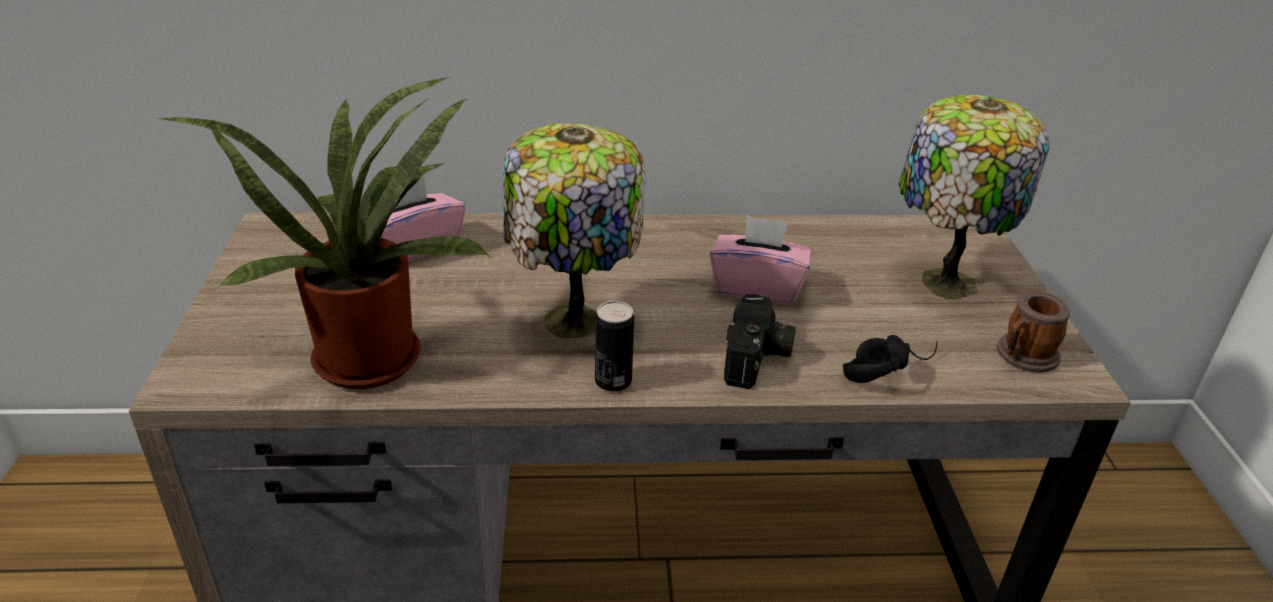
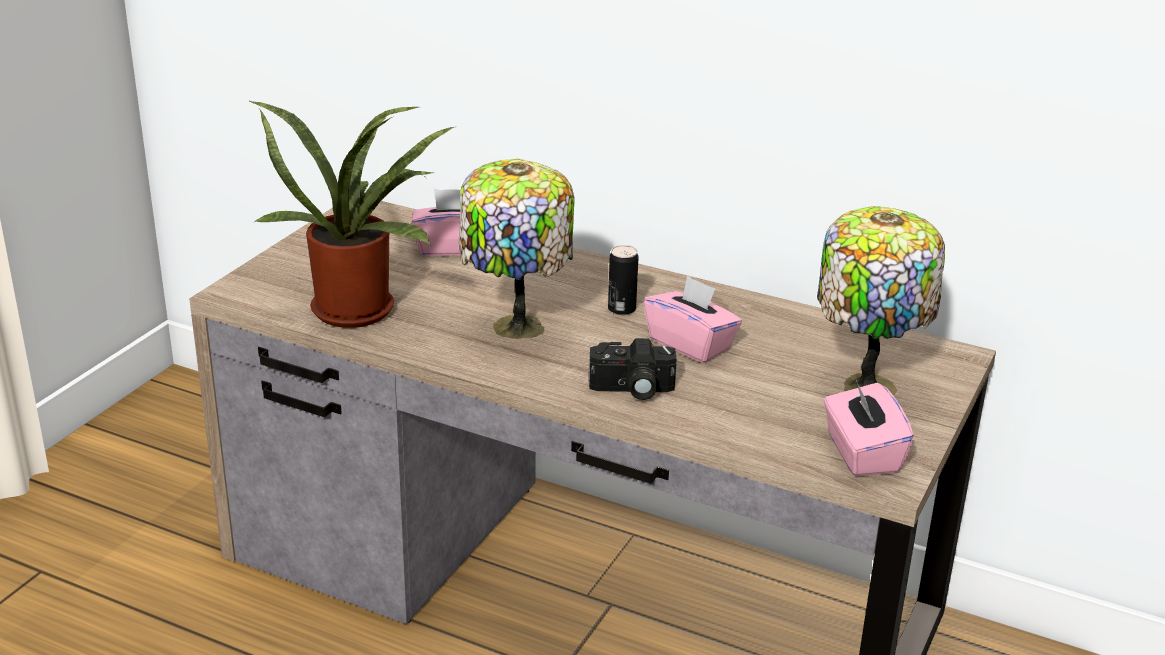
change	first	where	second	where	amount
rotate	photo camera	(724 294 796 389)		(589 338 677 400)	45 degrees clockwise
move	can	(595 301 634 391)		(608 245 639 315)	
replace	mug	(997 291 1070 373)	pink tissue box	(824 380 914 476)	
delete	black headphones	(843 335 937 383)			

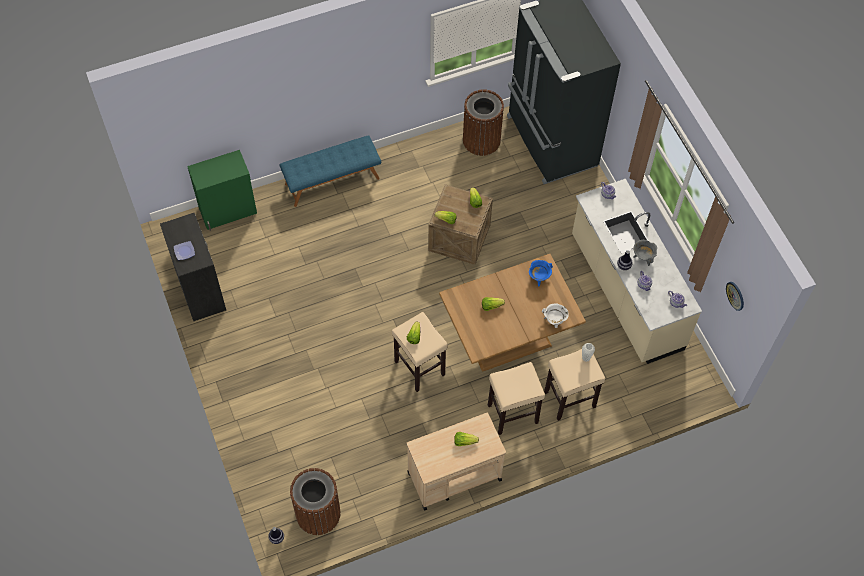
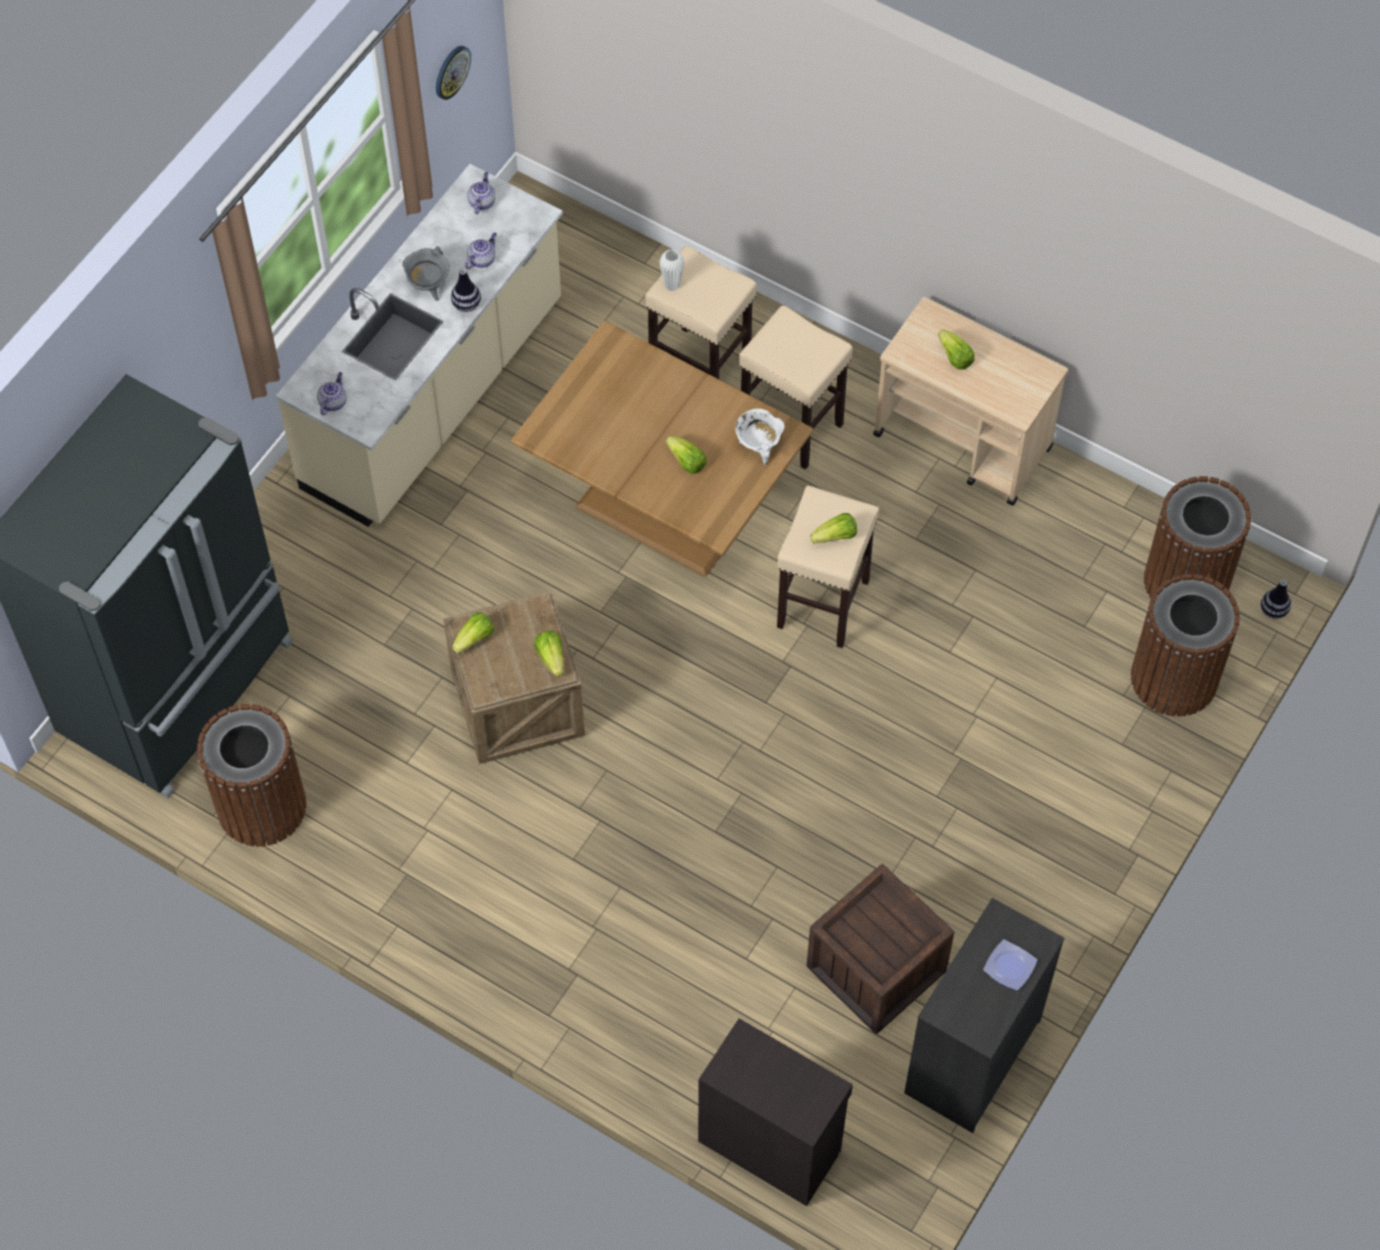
change	first	where	second	where	amount
recolor	green cabinet	(187 150 257 231)	black cabinet	(698 1018 853 1206)	
move	white cooking pot	(542 304 569 328)		(735 408 785 465)	
insert			crate	(806 864 954 1034)	
insert			brown trash can	(1131 574 1240 717)	
delete	blue bench	(280 135 381 207)			
delete	blue cooking pot	(529 260 553 286)			

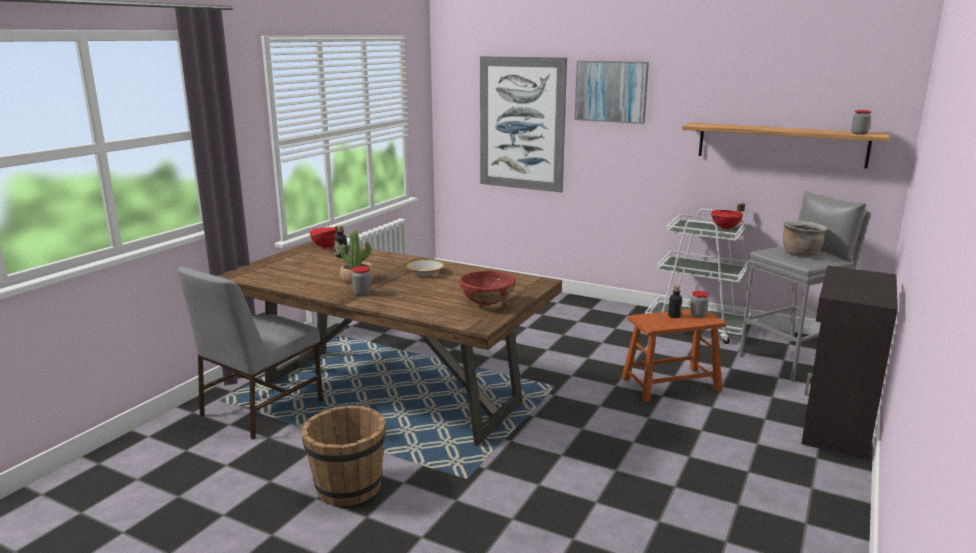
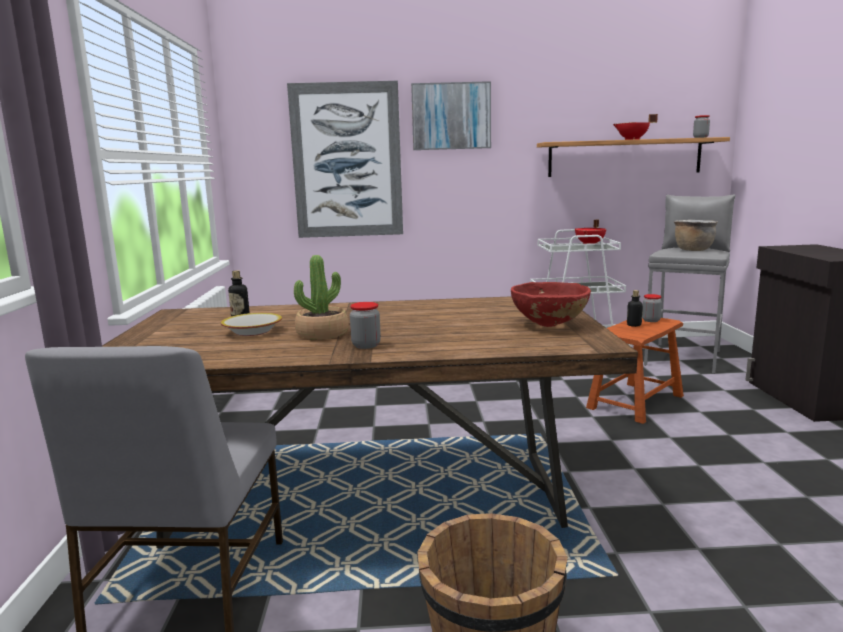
change	first	where	second	where	amount
move	bowl	(407 260 445 276)		(221 313 282 336)	
move	red cooking pot	(310 226 344 249)		(613 114 658 140)	

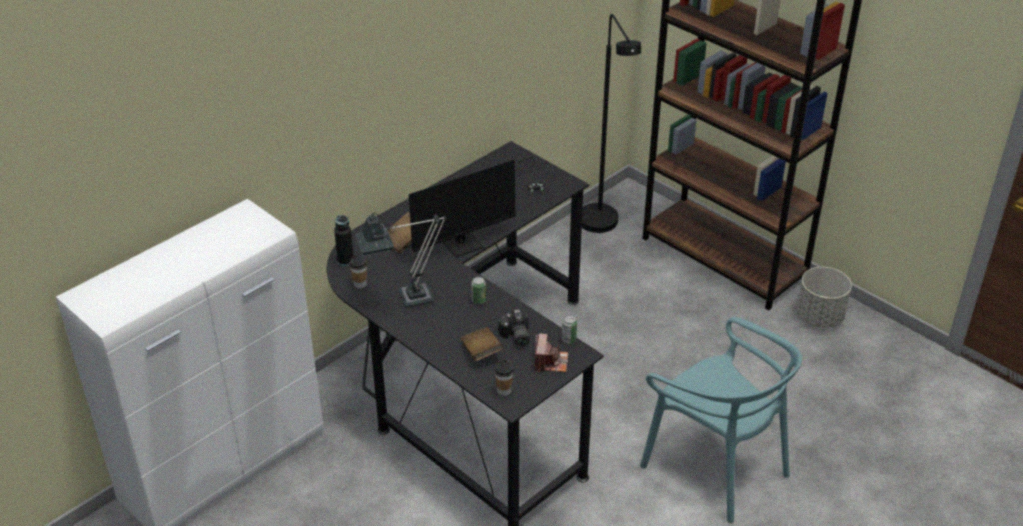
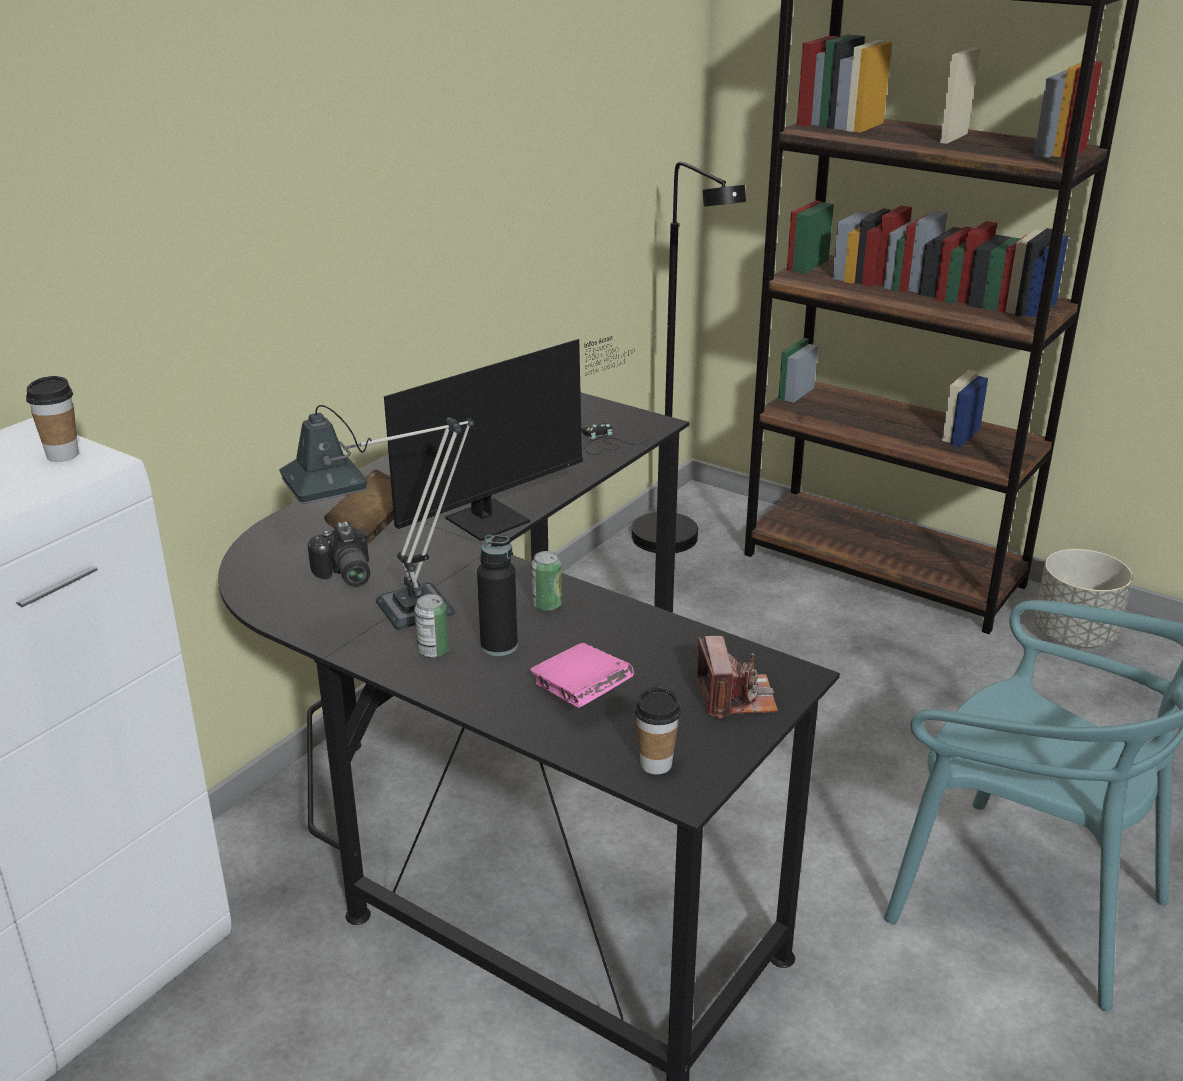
change	first	where	second	where	amount
move	cup	(349 255 367 288)		(26 376 79 462)	
move	photo camera	(498 309 530 347)		(308 521 370 587)	
move	can	(562 315 577 344)		(414 594 449 658)	
move	black bottle	(334 215 354 266)		(477 535 518 656)	
recolor	brown book	(460 327 503 361)	pink book	(530 643 634 708)	

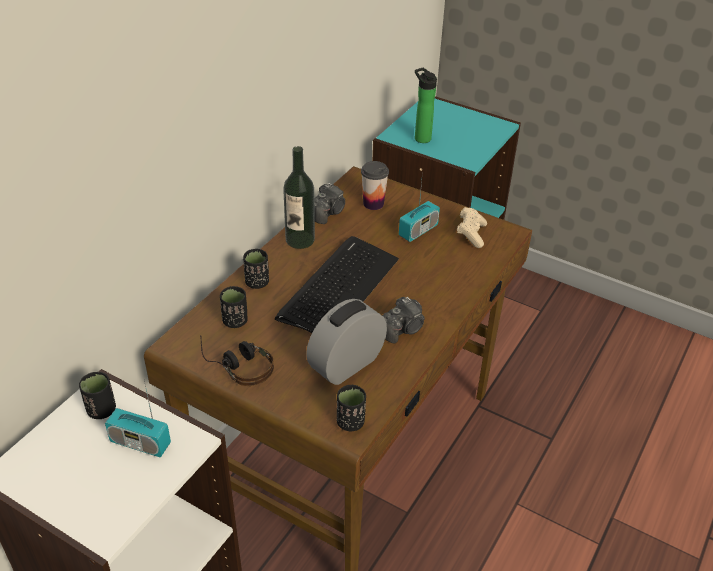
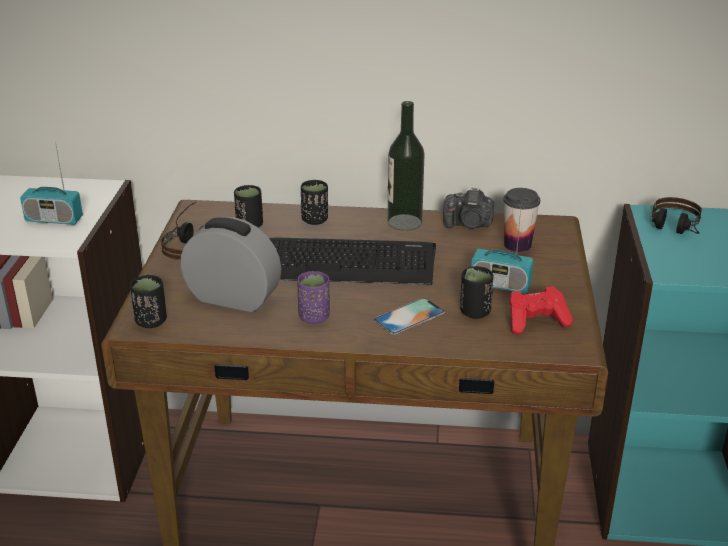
change	first	where	second	where	amount
rotate	radio	(105 381 171 457)		(20 146 83 225)	75 degrees counterclockwise
replace	photo camera	(382 297 425 343)	purple cup	(297 271 330 324)	
insert			phone	(374 298 445 335)	
move	black cup	(79 372 116 419)		(460 266 494 319)	
recolor	beige game controller	(457 207 487 248)	red game controller	(509 286 573 334)	
replace	bottle	(415 68 437 143)	headphones	(650 197 702 234)	

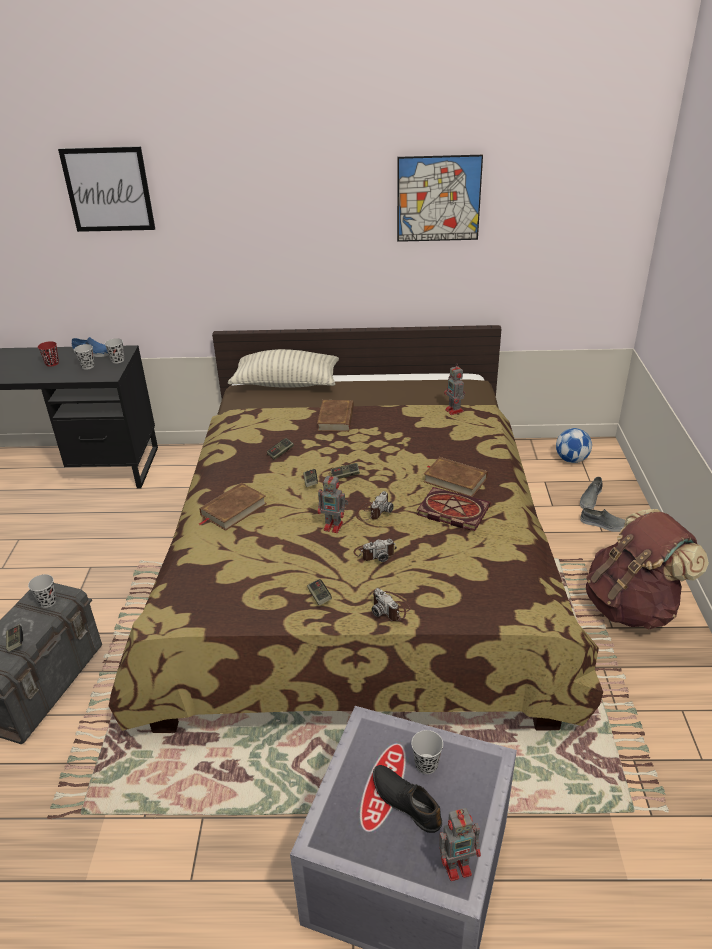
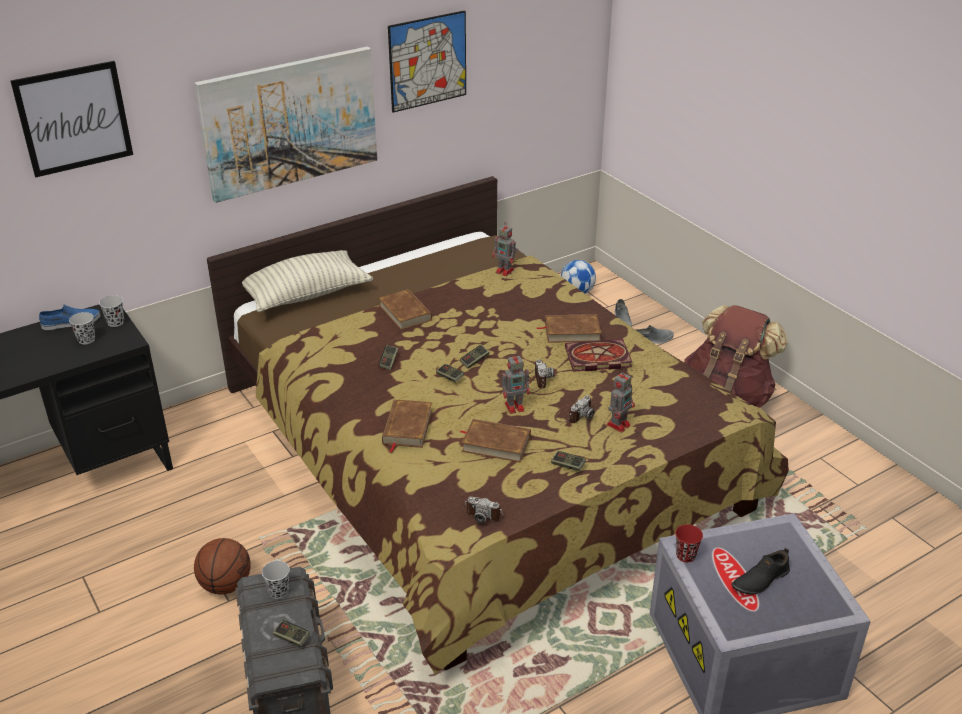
change	first	where	second	where	amount
insert			picture	(194 47 377 203)	
insert			basketball	(194 538 251 594)	
insert			brown book	(460 419 531 462)	
move	photo camera	(372 588 411 621)		(463 496 504 523)	
move	toy robot	(439 808 481 881)		(607 370 635 433)	
move	red cup	(38 341 59 367)		(675 525 703 562)	
rotate	black shoe	(373 765 442 833)		(731 548 790 595)	45 degrees counterclockwise
delete	black cup	(411 730 443 774)			

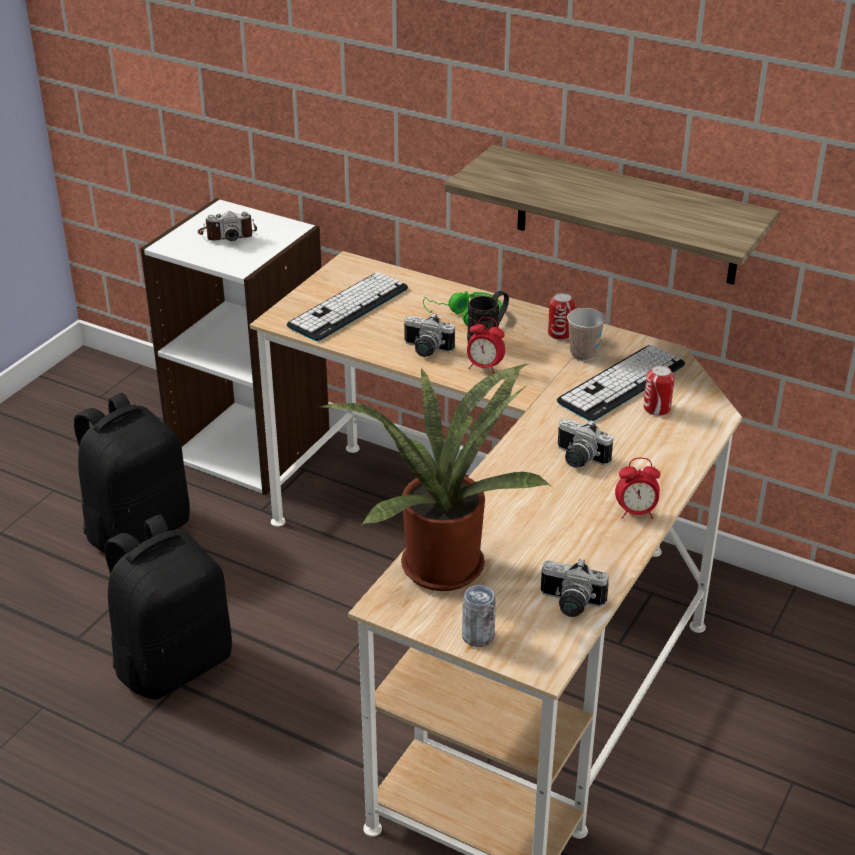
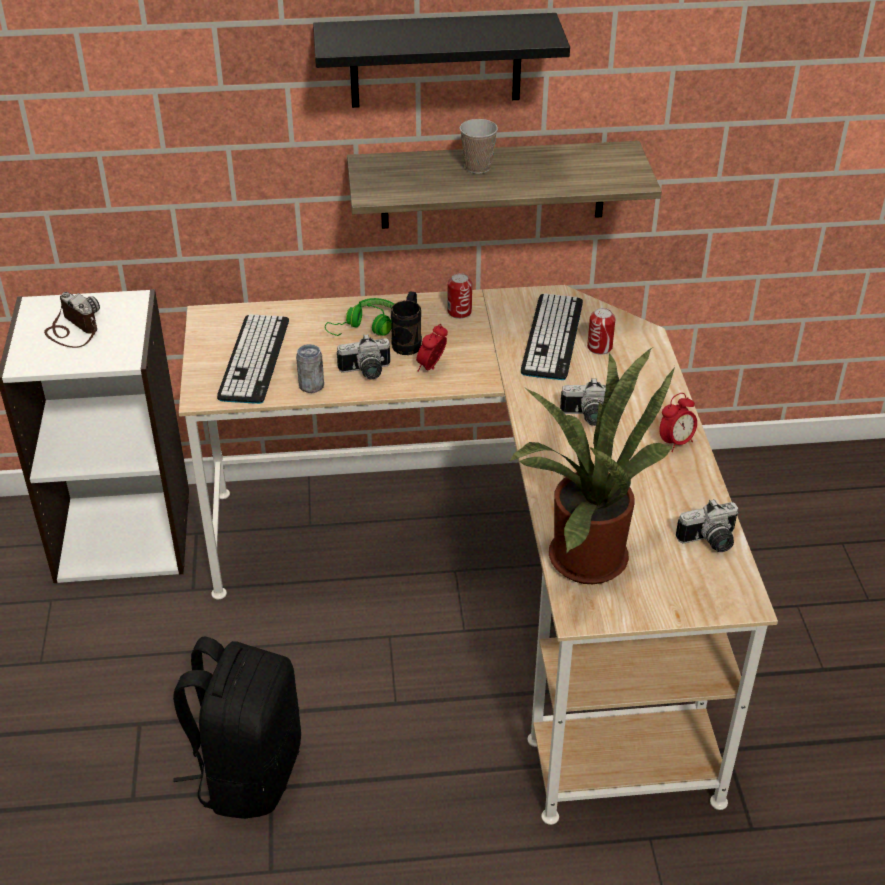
change	first	where	second	where	amount
rotate	photo camera	(198 211 257 241)		(44 292 100 348)	90 degrees counterclockwise
move	can	(462 585 496 647)		(296 344 324 393)	
insert			black shelf	(313 13 570 108)	
rotate	alarm clock	(467 317 505 374)		(416 324 448 372)	135 degrees clockwise
move	cup	(567 308 605 361)		(460 119 498 174)	
delete	black backpack	(74 393 190 555)			

